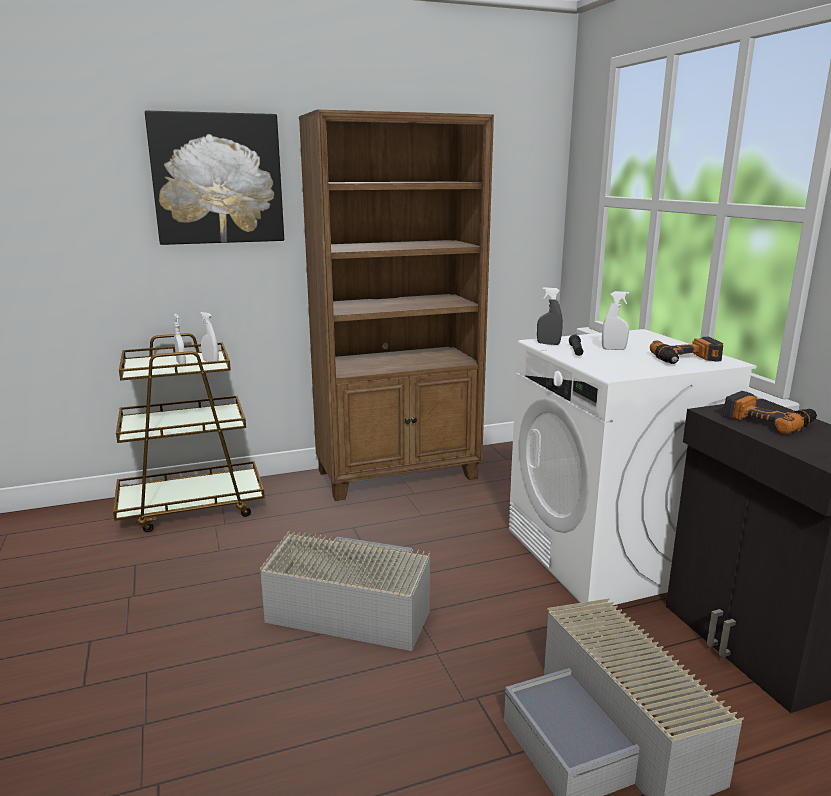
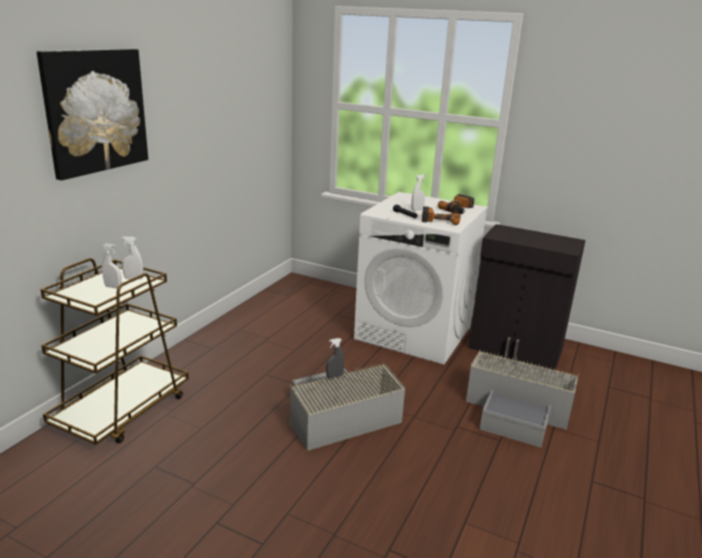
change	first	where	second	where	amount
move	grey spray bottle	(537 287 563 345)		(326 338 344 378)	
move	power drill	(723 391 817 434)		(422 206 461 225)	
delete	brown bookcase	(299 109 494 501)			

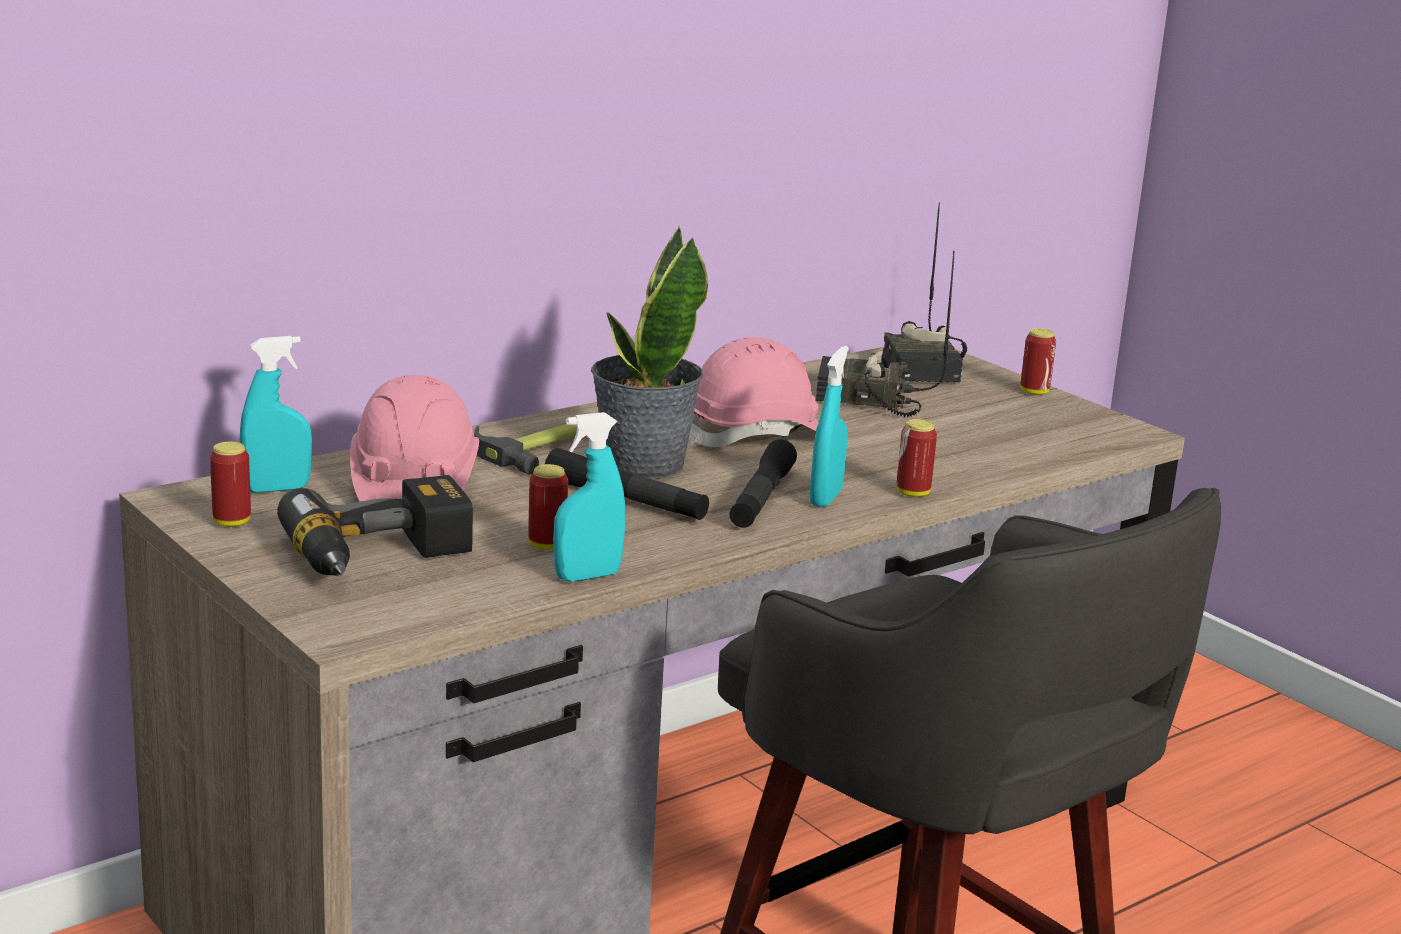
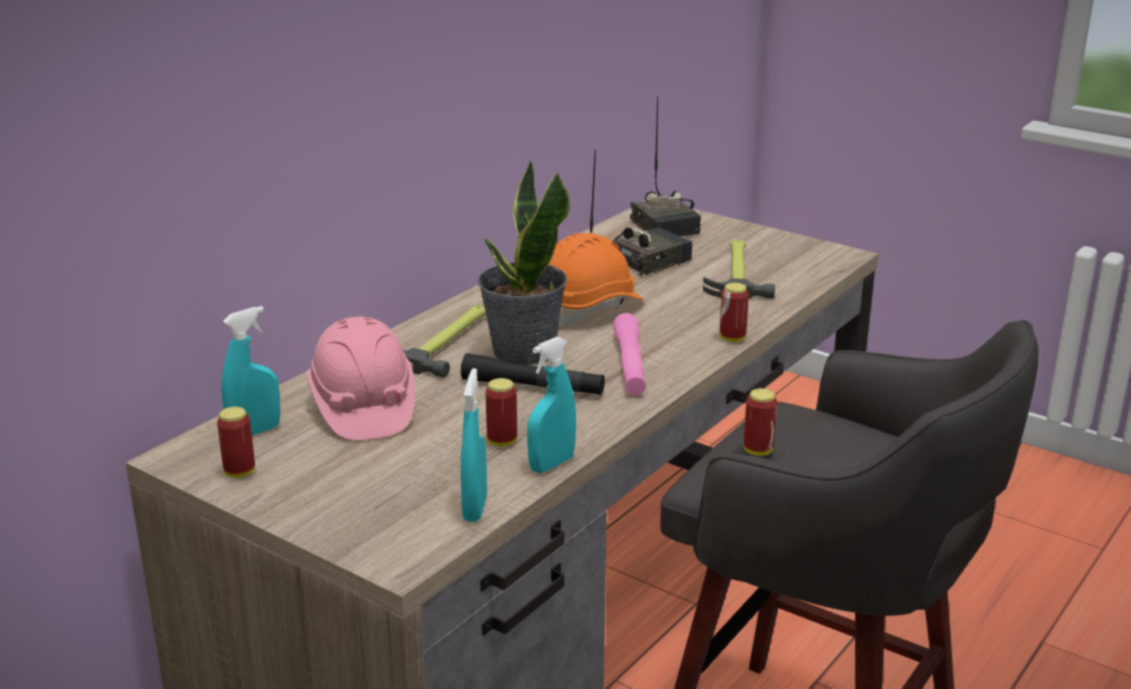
change	first	where	second	where	amount
move	turquoise spray bottle	(810 346 849 507)		(461 368 487 522)	
recolor	pink hard hat	(689 337 819 447)	orange hard hat	(548 233 645 326)	
rotate	radio	(816 251 954 417)		(590 149 692 276)	150 degrees clockwise
recolor	black flashlight	(729 439 797 528)	pink flashlight	(613 313 646 395)	
insert			hammer	(703 240 775 299)	
move	can	(1020 328 1056 395)		(744 388 778 456)	
delete	power drill	(277 475 473 576)			

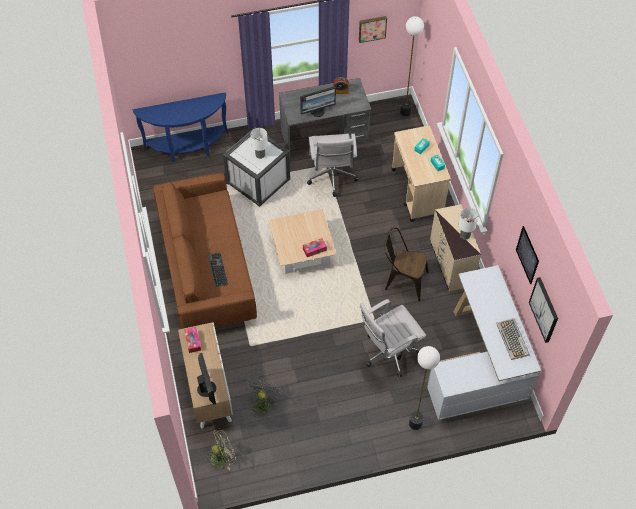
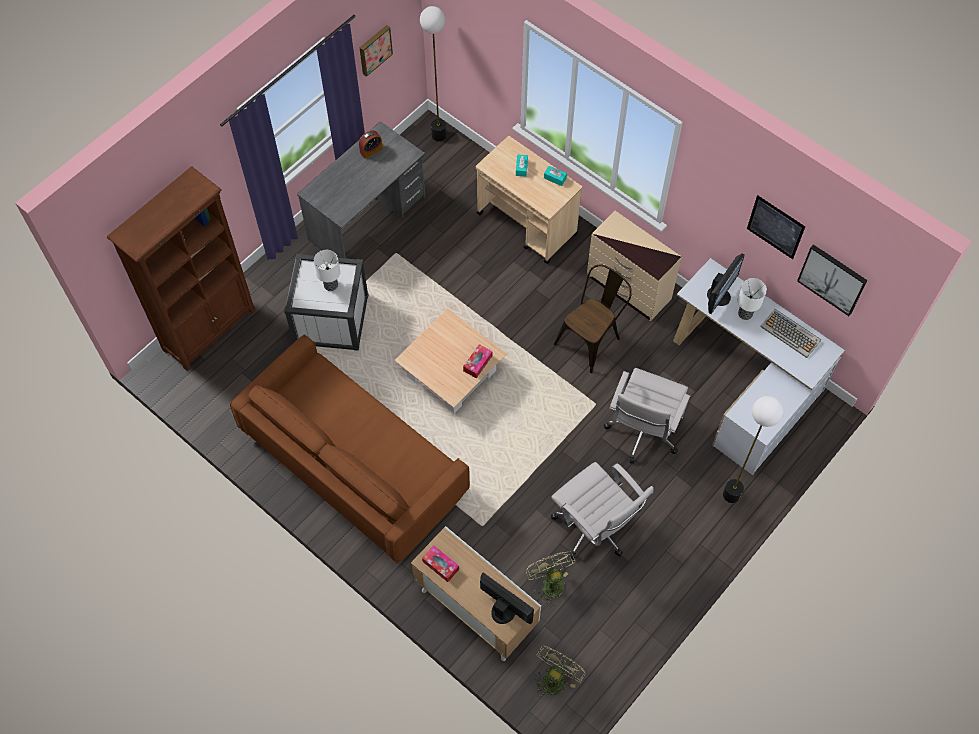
change	first	where	second	where	amount
replace	blue console table	(133 92 229 163)	brown bookcase	(107 166 255 371)	
recolor	grey fan	(245 378 282 417)	green fan	(526 551 575 606)	
move	white office chair	(307 134 358 197)		(551 462 654 560)	
rotate	brown chair	(384 227 429 301)		(554 264 632 373)	150 degrees clockwise
move	monitor	(300 86 336 117)		(707 254 745 314)	
move	table lamp	(459 208 478 240)		(738 278 767 320)	
delete	keyboard	(208 252 228 287)			

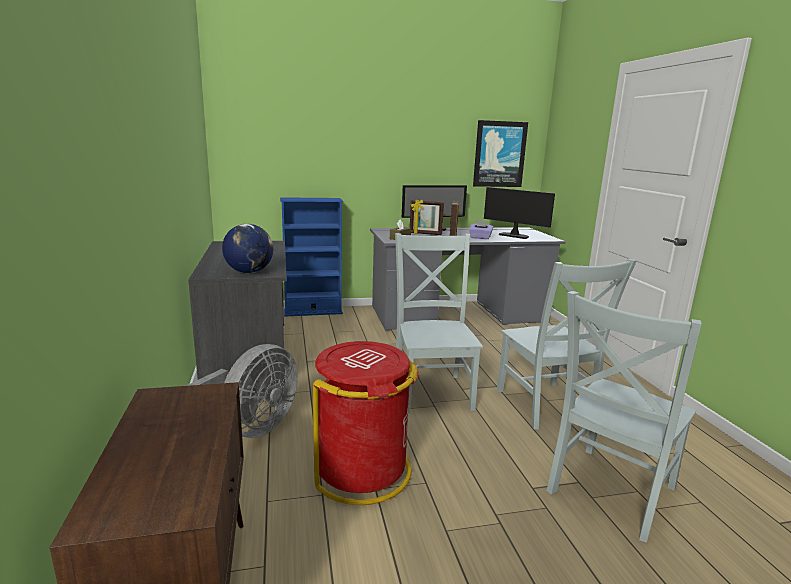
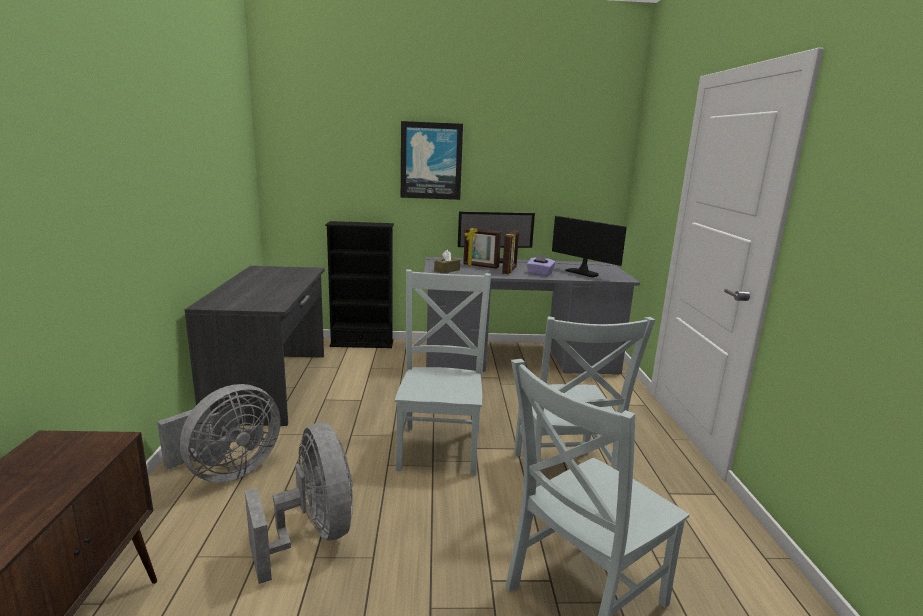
change	first	where	second	where	amount
replace	red trash can	(313 341 419 505)	grey fan	(245 423 353 584)	
recolor	blue bookcase	(280 197 343 316)	black bookcase	(325 221 394 348)	
move	picture	(473 120 528 187)		(401 121 463 200)	
delete	globe	(222 224 273 273)			

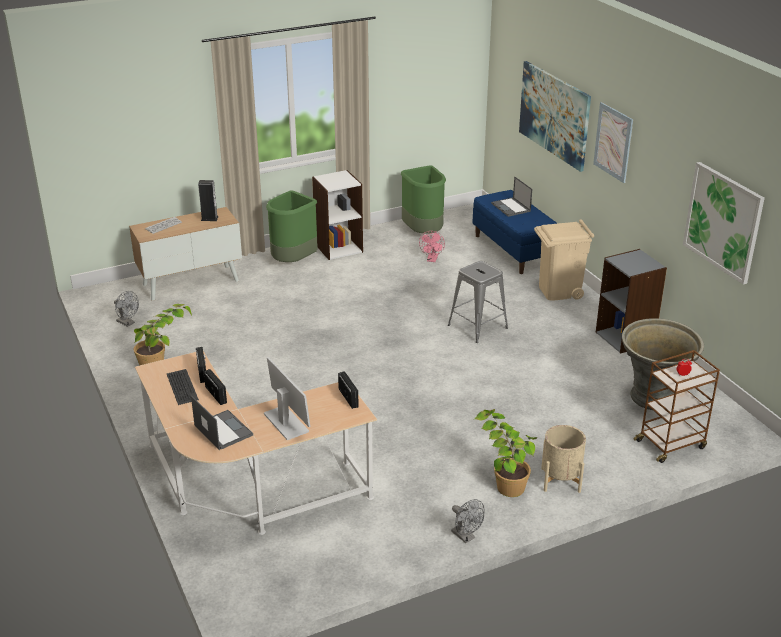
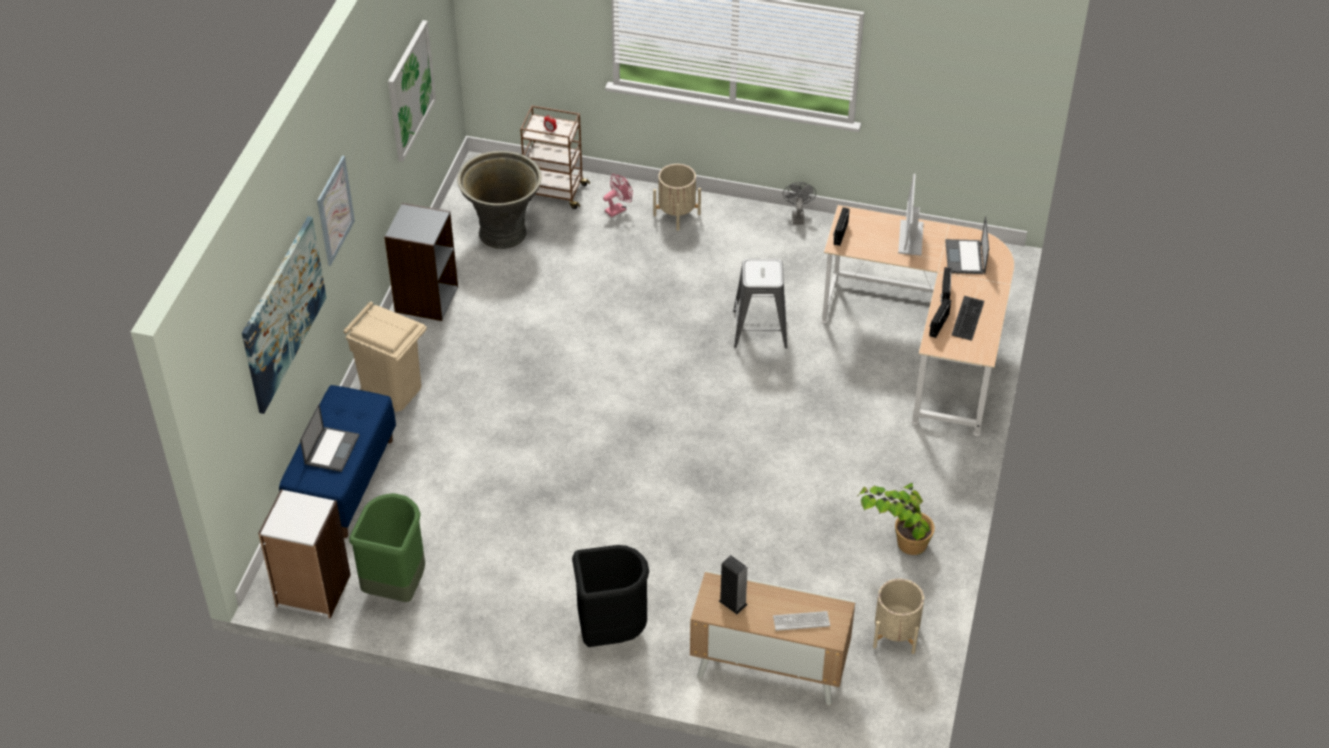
change	first	where	second	where	amount
move	white bookcase	(312 170 363 260)		(258 489 351 619)	
recolor	green trash can	(266 190 318 262)	black trash can	(572 545 649 647)	
move	pink fan	(419 231 445 262)		(603 174 633 217)	
move	grey stool	(448 261 508 343)		(733 259 787 348)	
replace	grey fan	(114 291 139 327)	beige planter	(873 579 924 654)	
delete	potted plant	(475 409 537 497)			

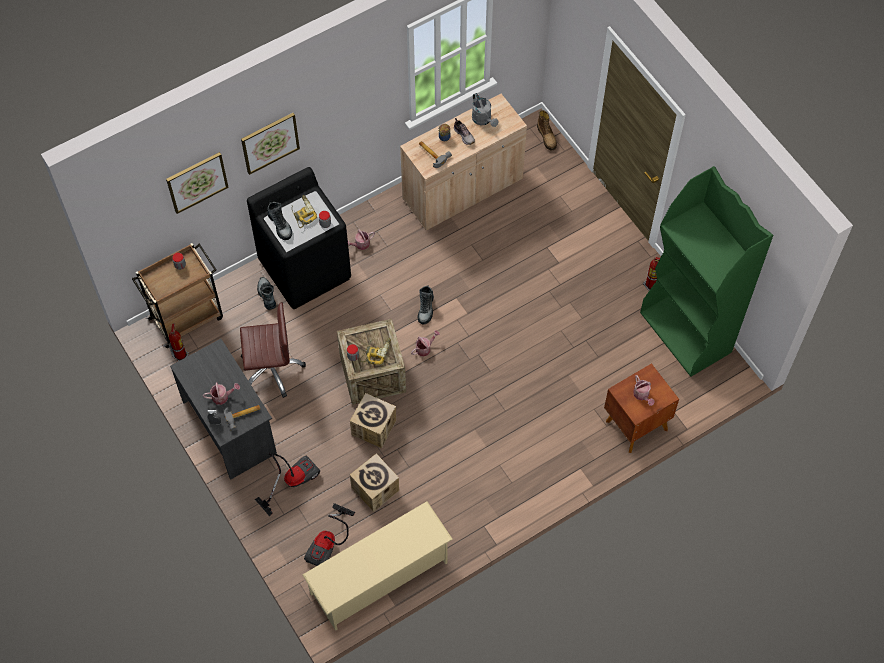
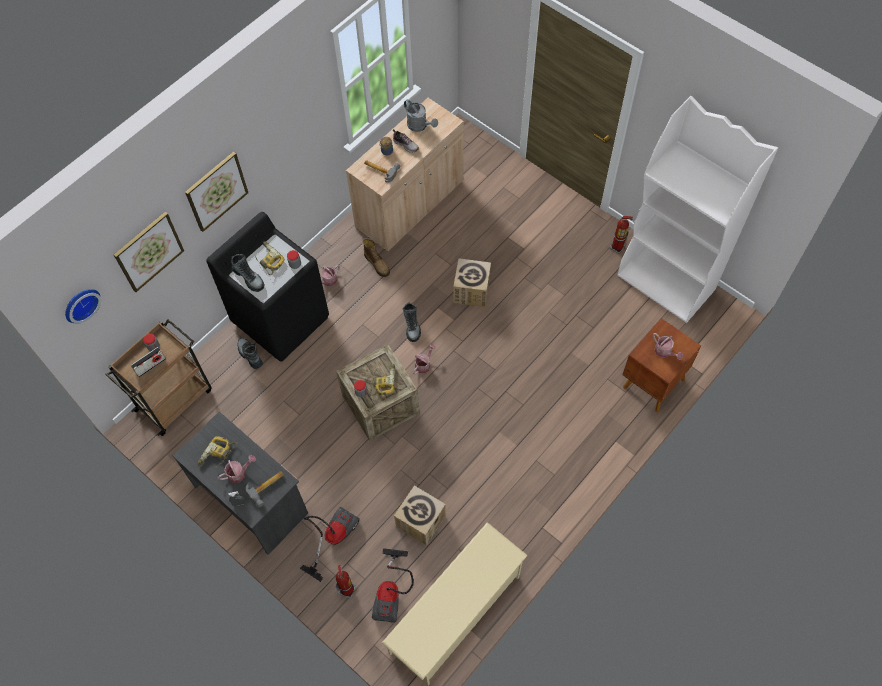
change	first	where	second	where	amount
insert			wall clock	(65 289 101 324)	
insert			radio	(131 347 166 377)	
insert			power drill	(198 436 238 468)	
move	fire extinguisher	(168 323 189 361)		(335 565 356 598)	
move	boot	(537 110 557 150)		(363 238 390 277)	
move	cardboard box	(350 393 396 448)		(453 258 491 307)	
recolor	green bookcase	(640 166 773 377)	white bookcase	(617 96 778 323)	
delete	brown office chair	(240 302 306 398)			

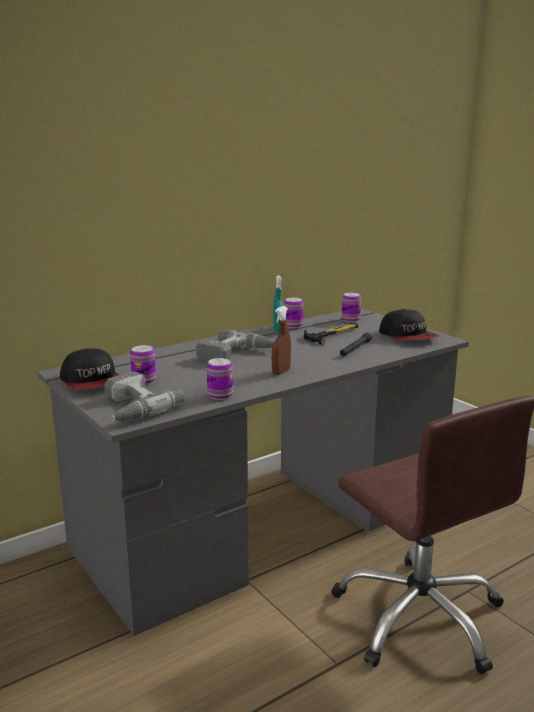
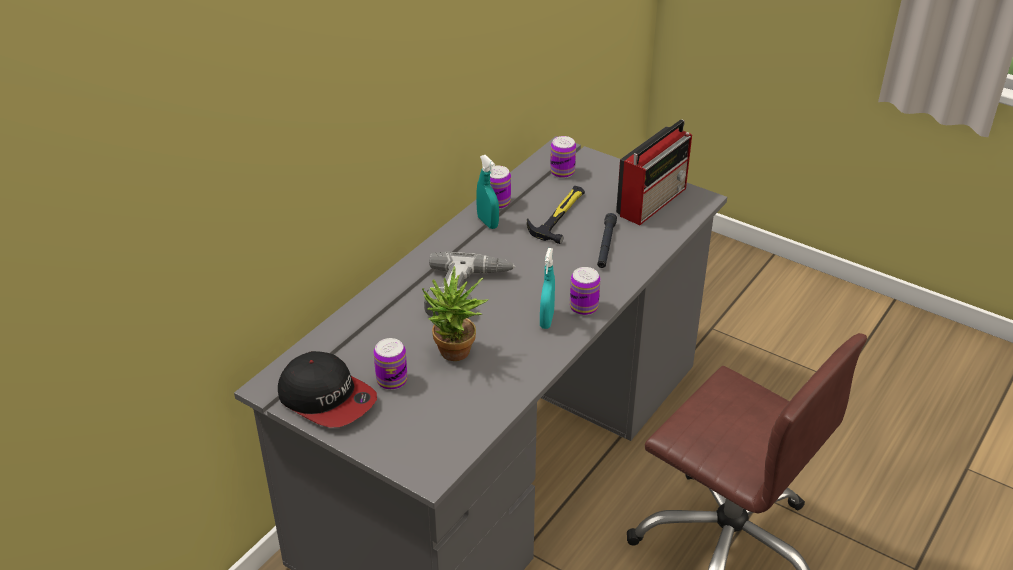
change	first	where	second	where	amount
insert			potted plant	(422 266 488 361)	
recolor	brown spray bottle	(272 306 291 375)	turquoise spray bottle	(540 248 555 329)	
move	can	(207 358 233 400)		(570 267 600 315)	
replace	cap	(379 309 440 341)	radio	(616 119 692 225)	
delete	power drill	(104 371 185 421)			

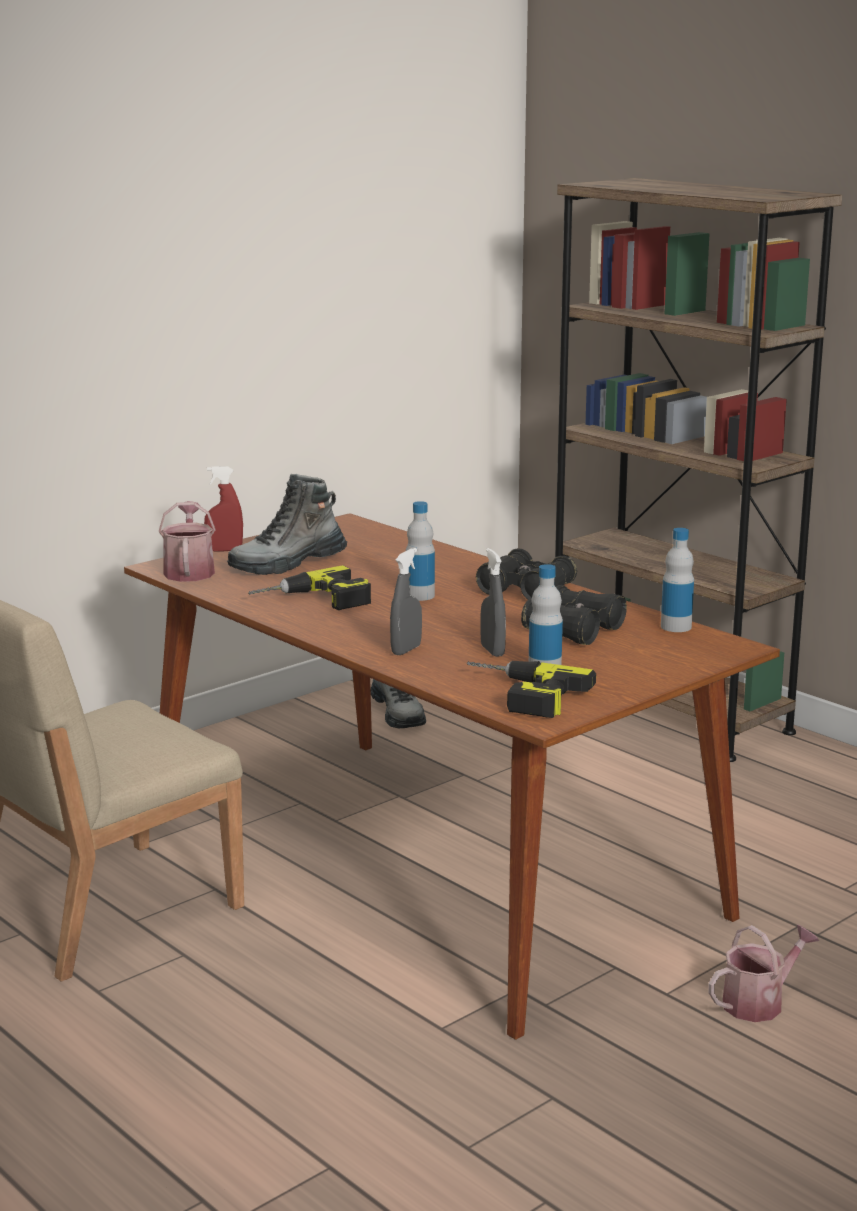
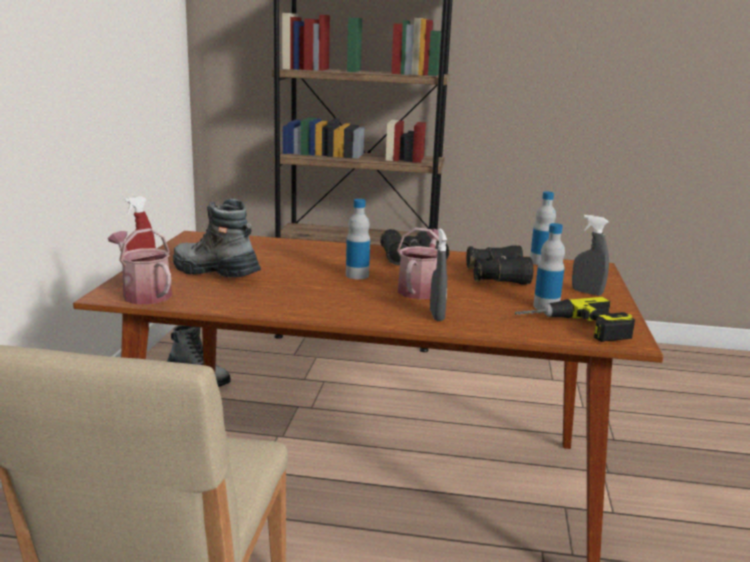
change	first	where	second	where	amount
rotate	boot	(227 474 347 575)		(173 199 261 278)	105 degrees clockwise
move	watering can	(709 925 819 1022)		(397 227 439 299)	
move	grey spray bottle	(481 548 506 657)		(572 215 609 296)	
delete	power drill	(248 565 371 610)			

